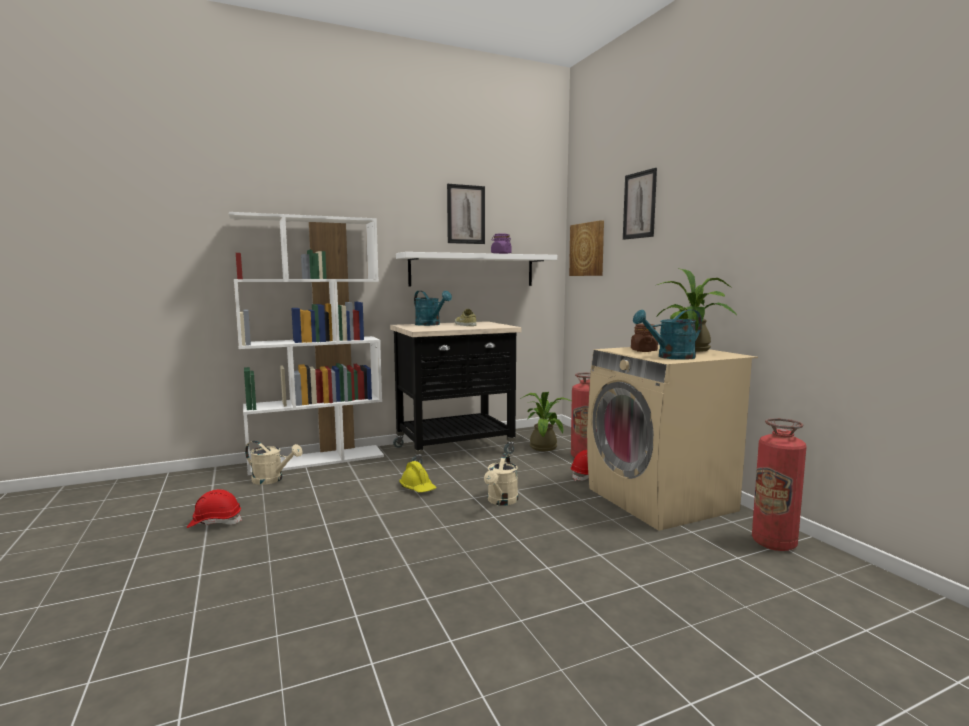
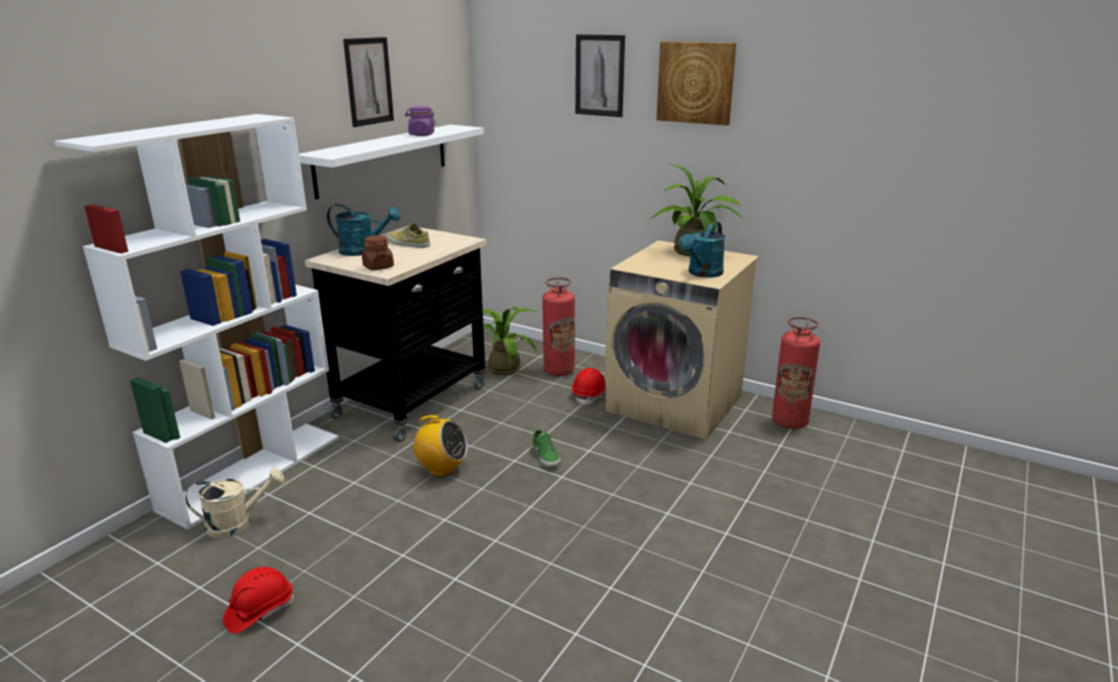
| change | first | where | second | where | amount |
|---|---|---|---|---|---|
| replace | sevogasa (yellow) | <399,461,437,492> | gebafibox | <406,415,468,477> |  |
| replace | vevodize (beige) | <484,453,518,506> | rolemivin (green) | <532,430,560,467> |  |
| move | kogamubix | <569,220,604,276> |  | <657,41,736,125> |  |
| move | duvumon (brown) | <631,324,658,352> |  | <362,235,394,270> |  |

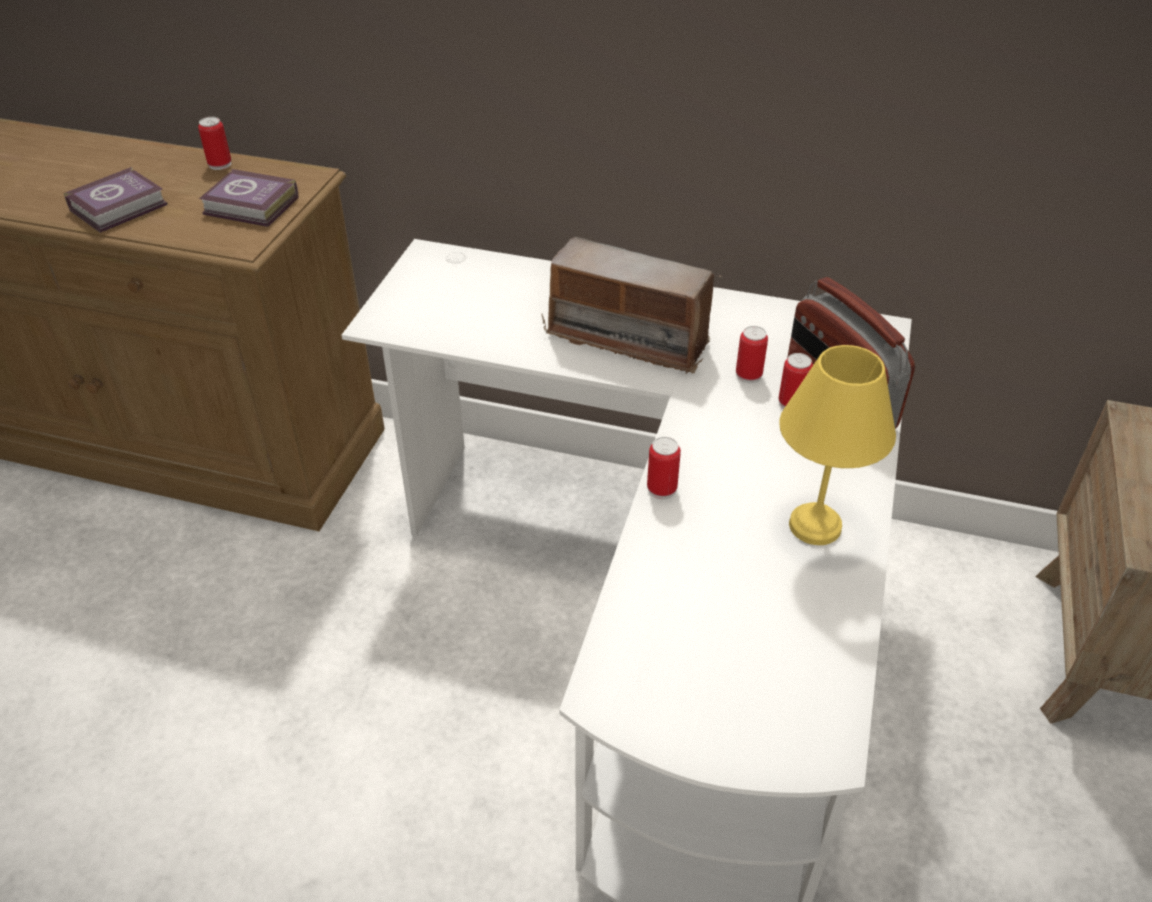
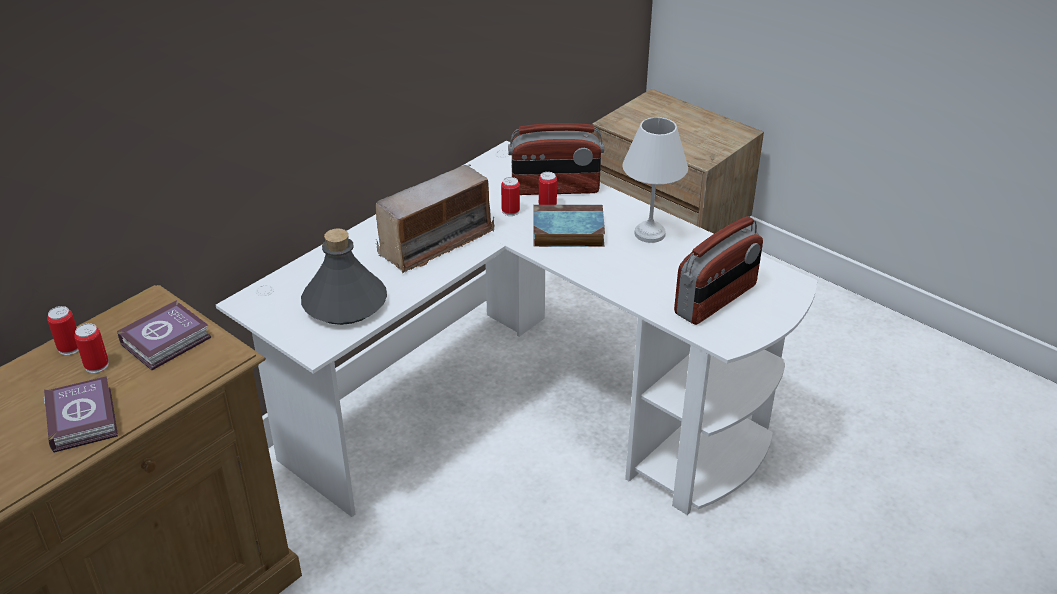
| change | first | where | second | where | amount |
|---|---|---|---|---|---|
| move | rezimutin | <647,437,681,499> |  | <74,323,109,373> |  |
| recolor | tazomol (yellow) | <779,345,896,545> | tazomol (white) | <623,117,688,243> |  |
| insert |  |  | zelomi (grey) | <301,228,387,325> |  |
| insert |  |  | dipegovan | <533,205,605,247> |  |
| insert |  |  | gebafibox | <674,216,763,325> |  |

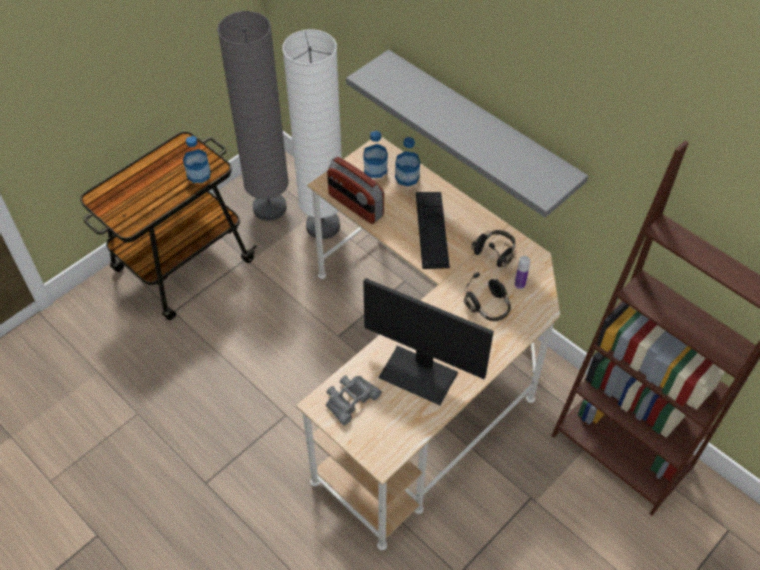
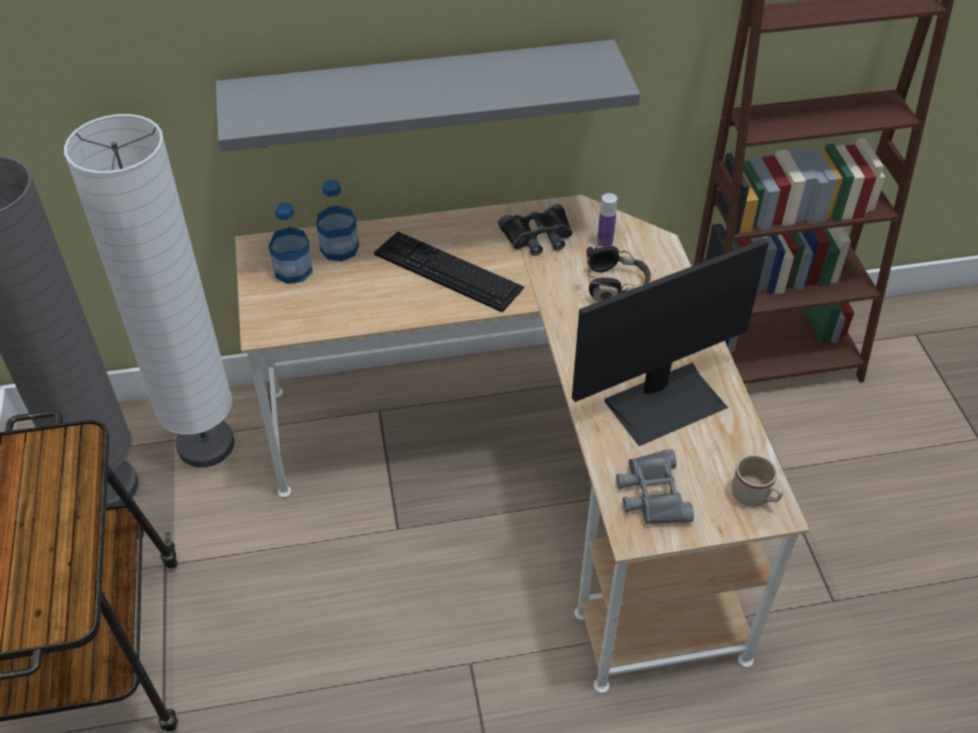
| change | first | where | second | where | amount |
|---|---|---|---|---|---|
| delete | zelomi | <183,136,211,183> |  |  |  |
| delete | gebafibox | <327,157,384,224> |  |  |  |
| replace | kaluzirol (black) | <471,230,515,268> | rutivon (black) | <498,204,573,256> |  |
| insert |  |  | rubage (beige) | <732,455,783,507> |  |

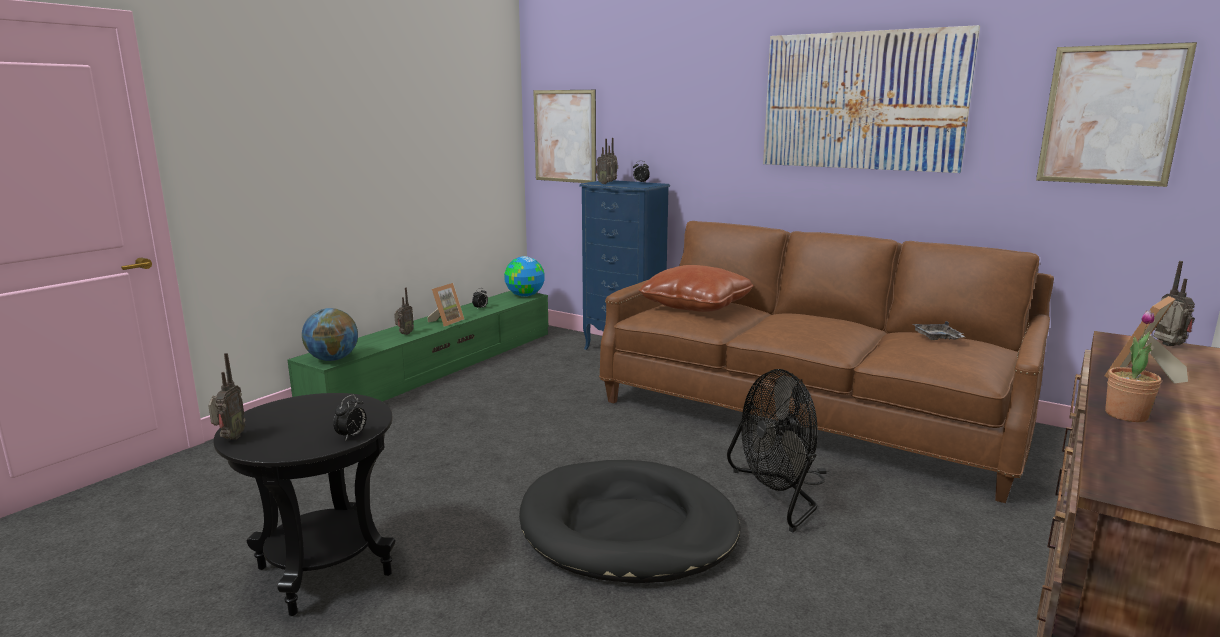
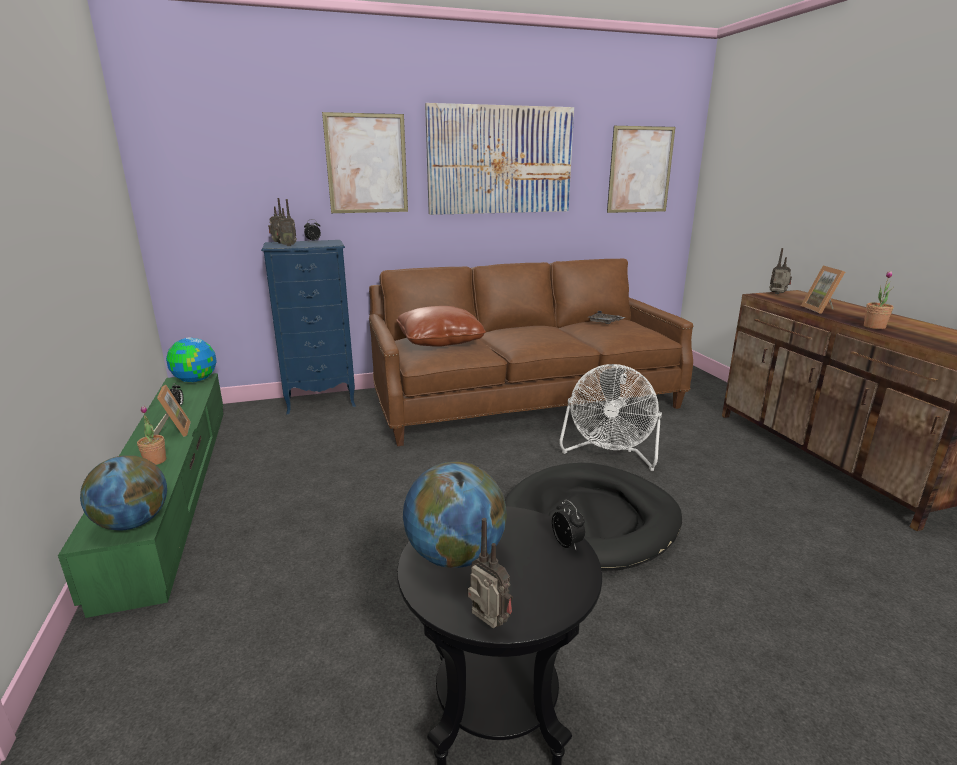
| change | first | where | second | where | amount |
|---|---|---|---|---|---|
| replace | gebafibox | <394,288,414,335> | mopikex | <137,406,166,465> |  |
| move | kogamubix | <533,90,596,183> |  | <322,112,408,213> |  |
| recolor | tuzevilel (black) | <727,369,828,532> | tuzevilel (white) | <559,364,662,471> |  |
| insert |  |  | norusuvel | <403,462,507,568> |  |

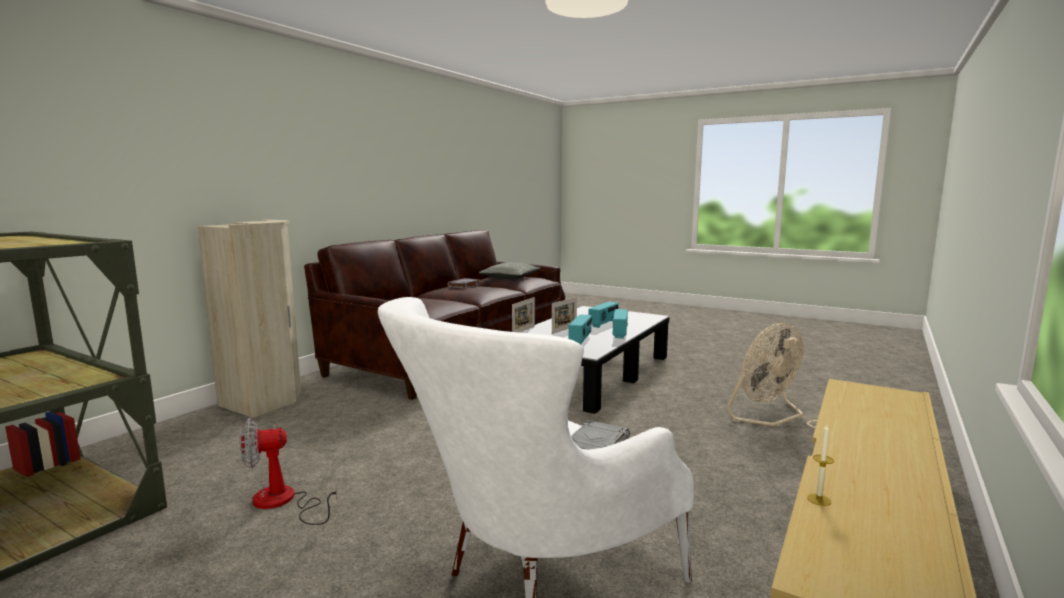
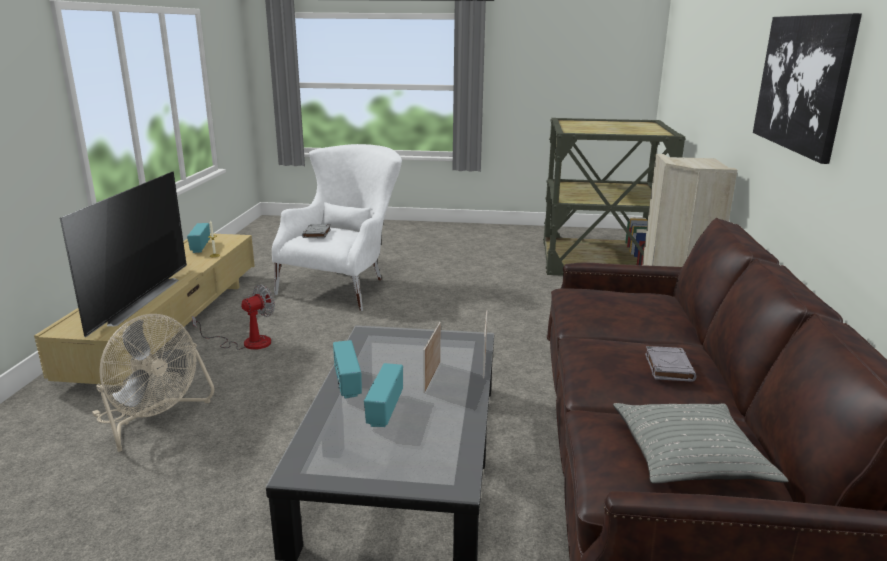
| change | first | where | second | where | amount |
|---|---|---|---|---|---|
| move | tuzevilel | <240,418,337,525> |  | <192,285,275,350> |  |
| move | gebafibox | <568,314,592,345> |  | <187,223,210,253> |  |
| insert |  |  | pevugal | <60,171,187,337> |  |
| insert |  |  | kogamubix | <753,13,862,164> |  |

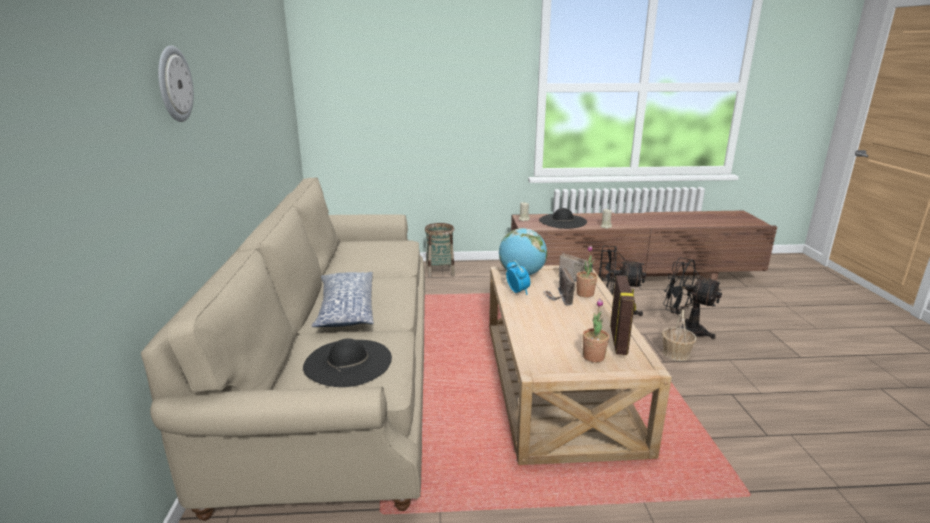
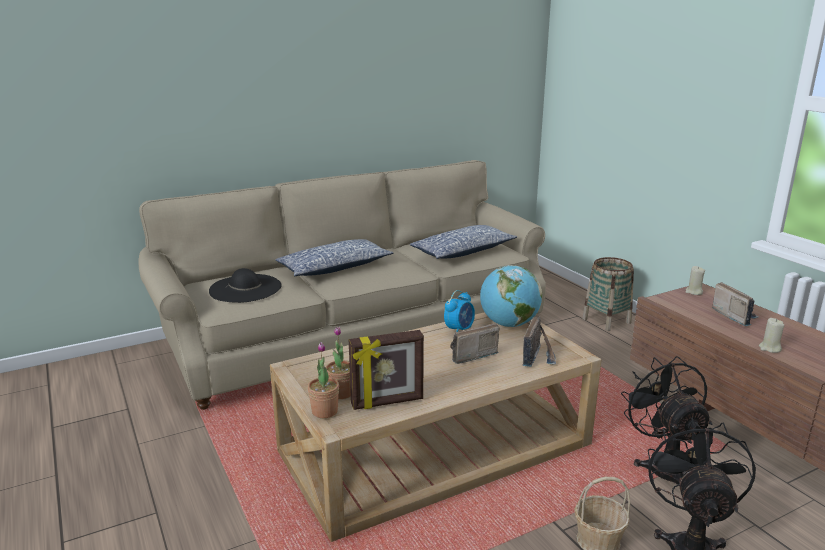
| change | first | where | second | where | amount |
|---|---|---|---|---|---|
| delete | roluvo | <158,46,194,122> |  |  |  |
| replace | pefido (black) | <539,208,587,229> | gebafibox | <712,282,759,326> |  |
| move | mopikex | <576,245,597,297> |  | <308,342,339,418> |  |
| insert |  |  | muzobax | <410,225,517,259> |  |

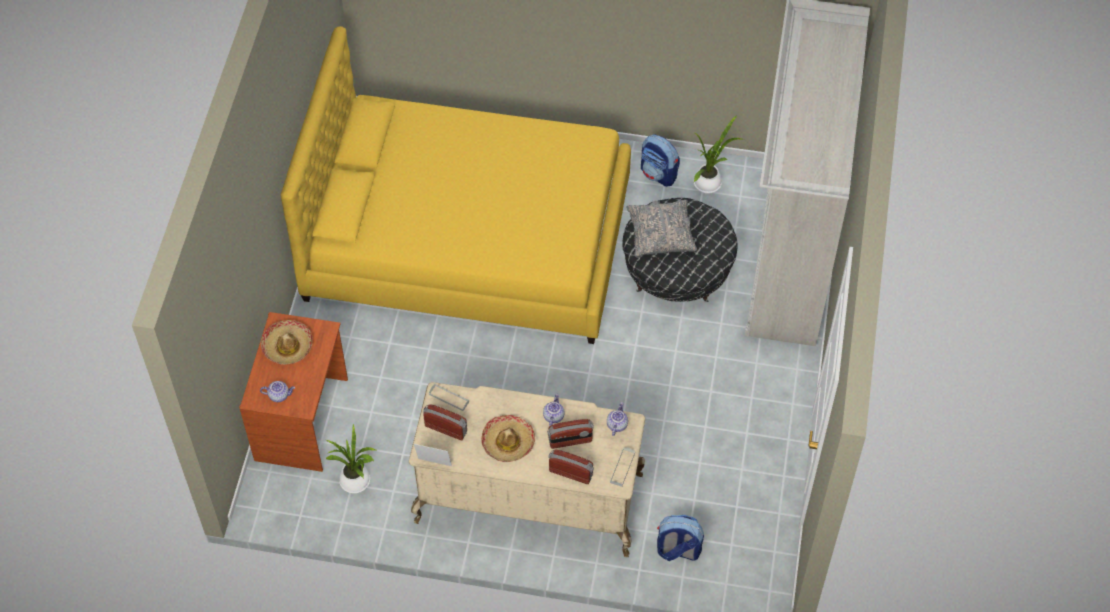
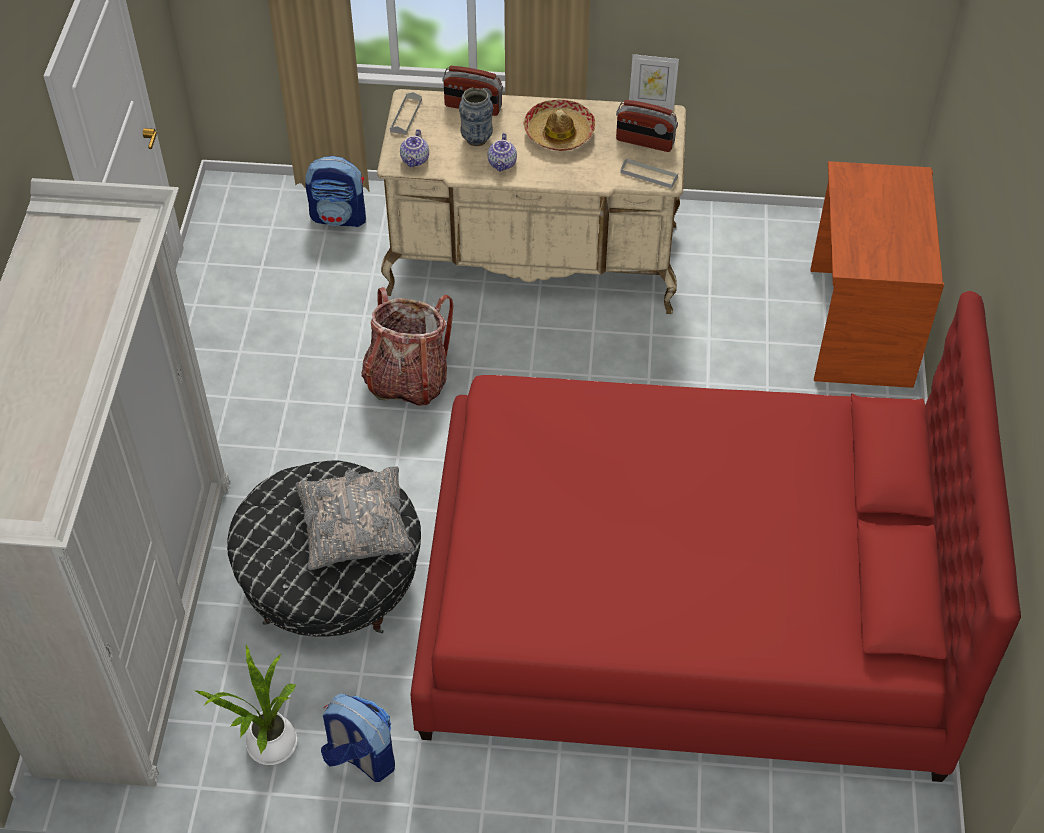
| change | first | where | second | where | amount |
|---|---|---|---|---|---|
| delete | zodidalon | <260,381,295,402> |  |  |  |
| delete | pefido | <261,320,313,365> |  |  |  |
| recolor | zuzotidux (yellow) | <280,26,631,344> | zuzotidux (red) | <410,291,1021,782> |  |
| delete | mopikex | <326,424,376,493> |  |  |  |
| replace | gebafibox | <547,419,594,449> | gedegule | <459,87,493,146> |  |
| insert |  |  | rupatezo | <361,287,453,406> |  |

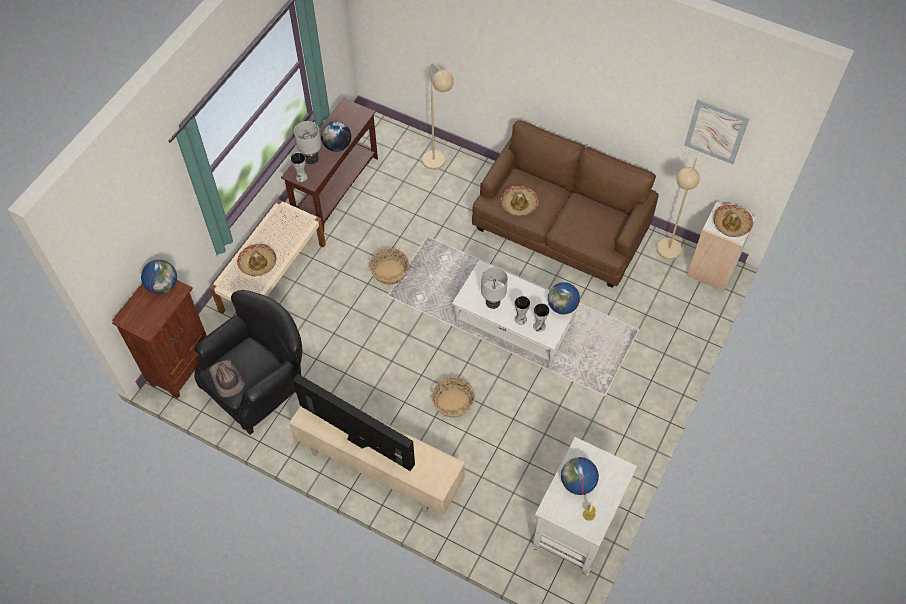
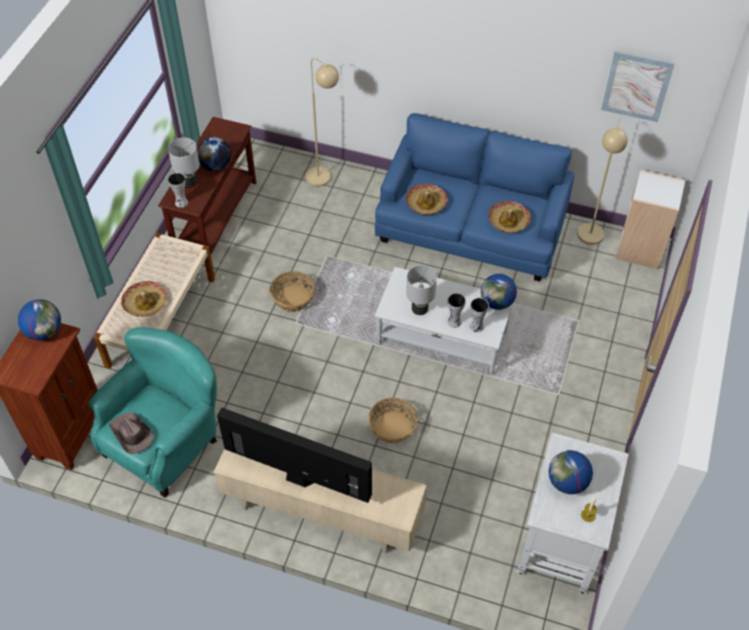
| change | first | where | second | where | amount |
|---|---|---|---|---|---|
| recolor | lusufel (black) | <194,290,302,435> | lusufel (turquoise) | <88,327,217,498> |  |
| recolor | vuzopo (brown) | <472,120,659,288> | vuzopo (blue) | <375,113,574,282> |  |
| move | pefido | <713,205,753,237> |  | <488,201,531,233> |  |

